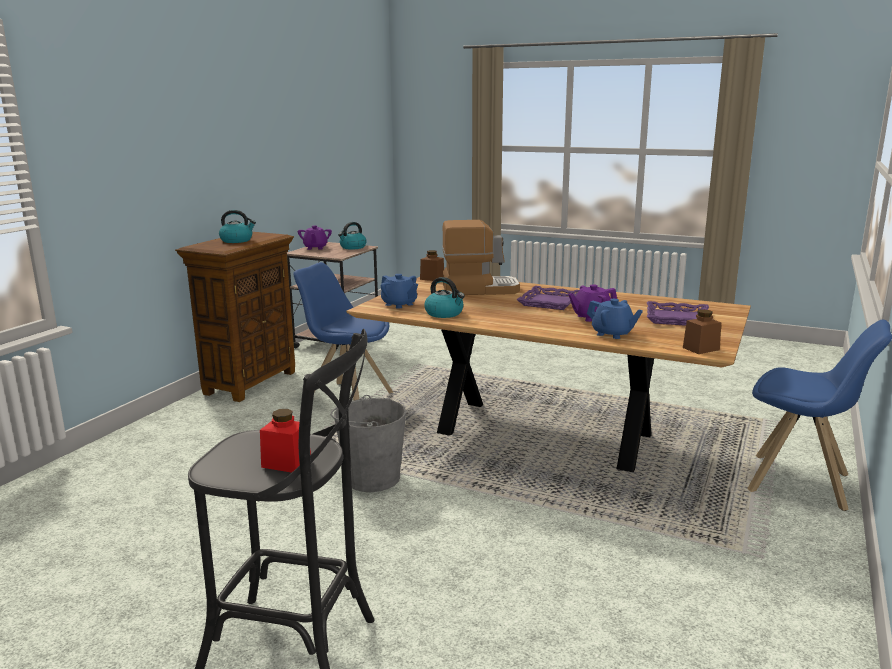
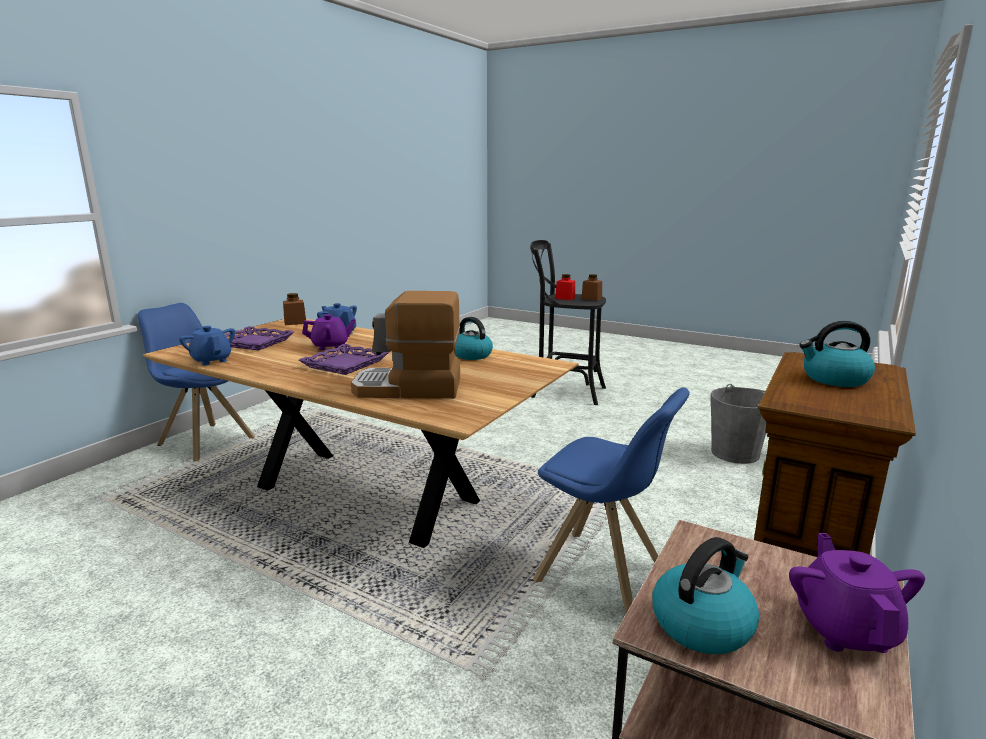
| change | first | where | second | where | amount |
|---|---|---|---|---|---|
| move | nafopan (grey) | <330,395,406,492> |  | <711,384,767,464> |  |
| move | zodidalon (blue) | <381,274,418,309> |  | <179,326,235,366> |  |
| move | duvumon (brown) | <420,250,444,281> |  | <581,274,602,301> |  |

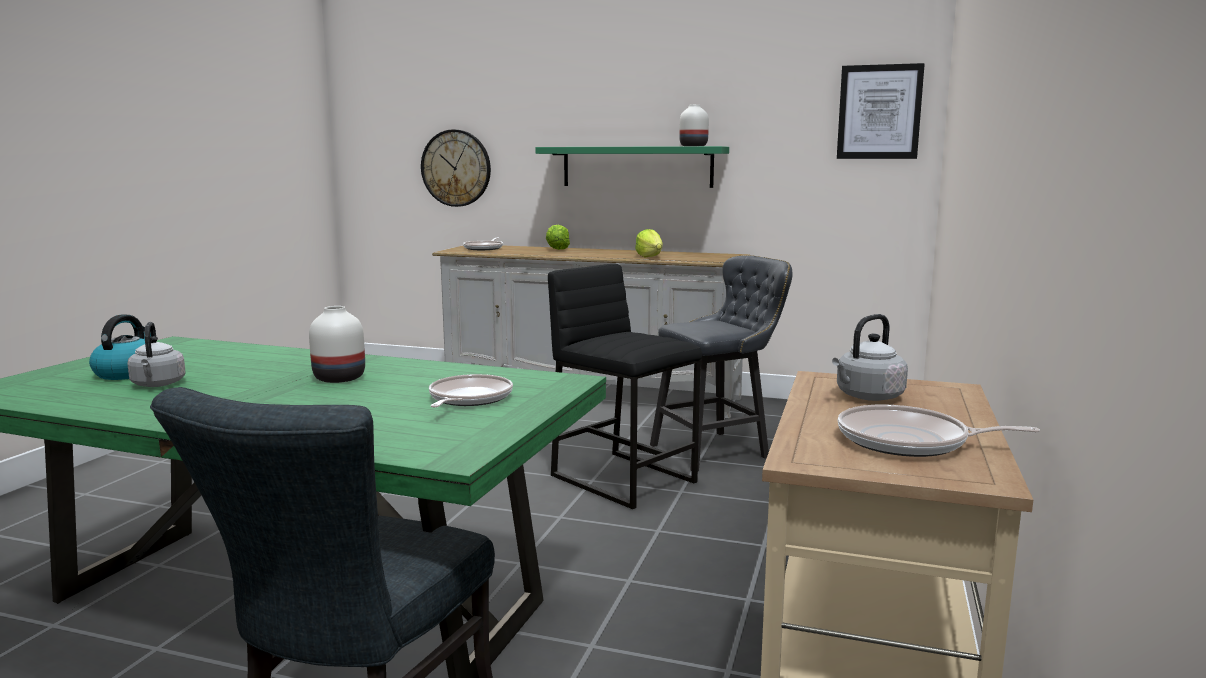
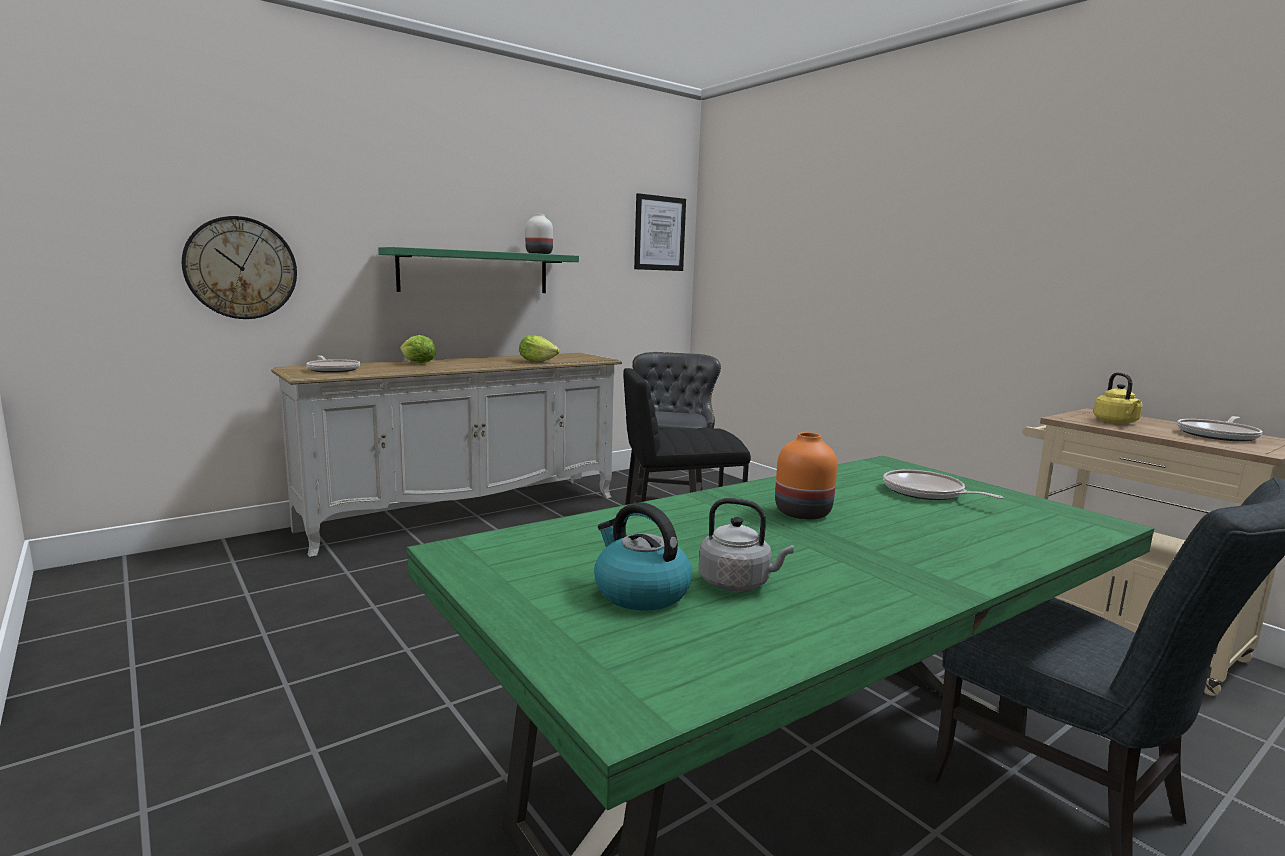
| change | first | where | second | where | amount |
|---|---|---|---|---|---|
| recolor | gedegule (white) | <309,306,365,383> | gedegule (orange) | <775,432,837,520> |  |
| recolor | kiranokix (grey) | <832,314,908,401> | kiranokix (yellow) | <1093,372,1143,424> |  |

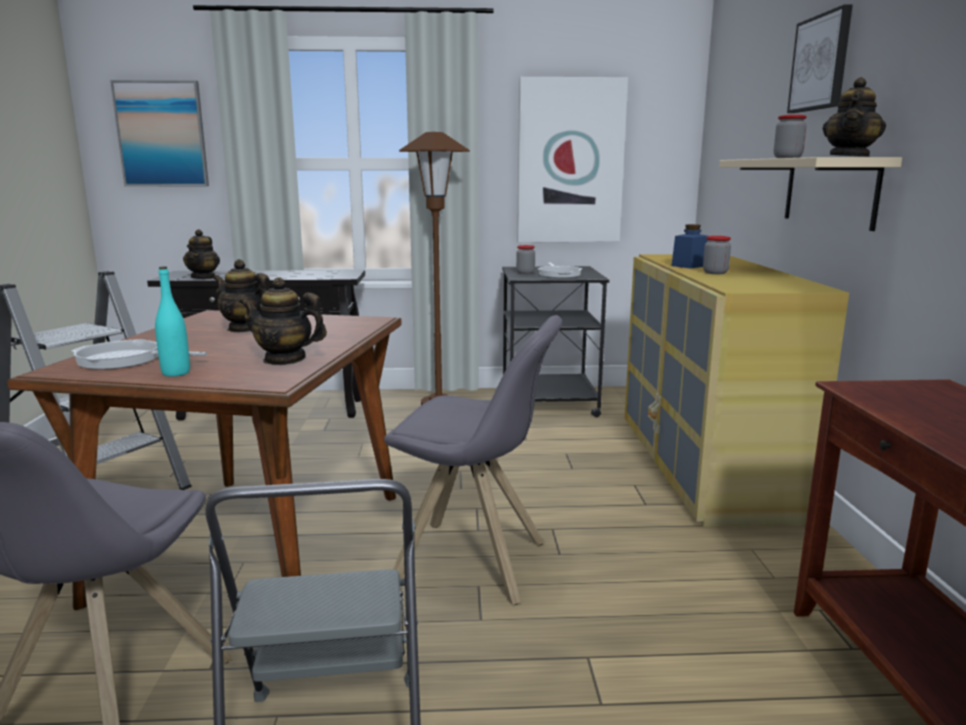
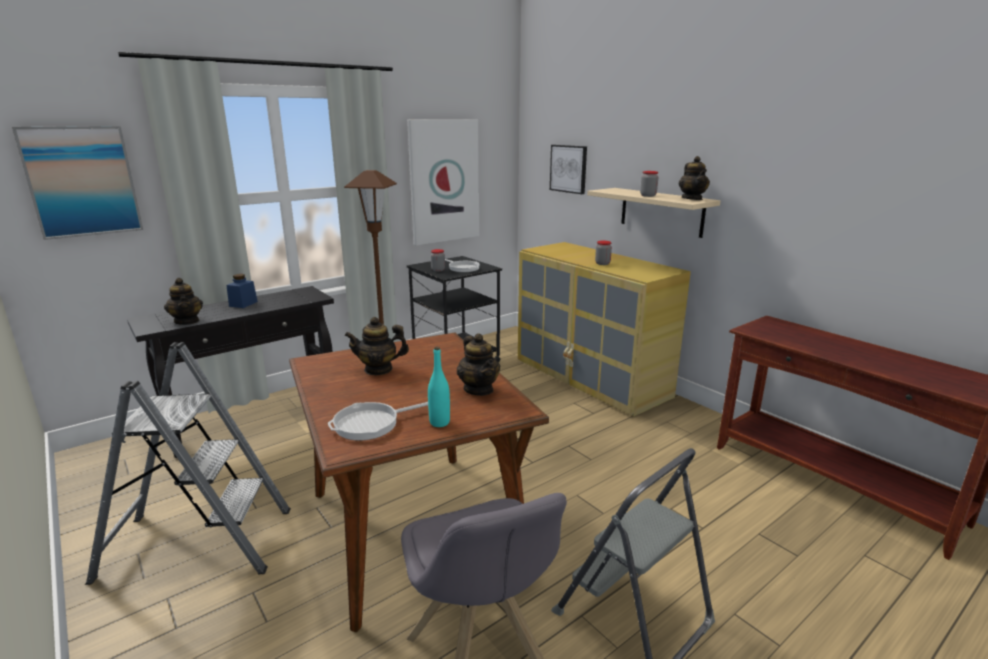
| change | first | where | second | where | amount |
|---|---|---|---|---|---|
| rotate | zodidalon | <239,277,327,365> |  | <457,333,500,396> | 90 degrees counterclockwise |
| delete | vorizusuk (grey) | <384,315,562,605> |  |  |  |
| move | duvumon (blue) | <672,224,708,269> |  | <227,274,258,308> |  |
| move | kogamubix | <787,4,853,113> |  | <550,145,587,194> |  |

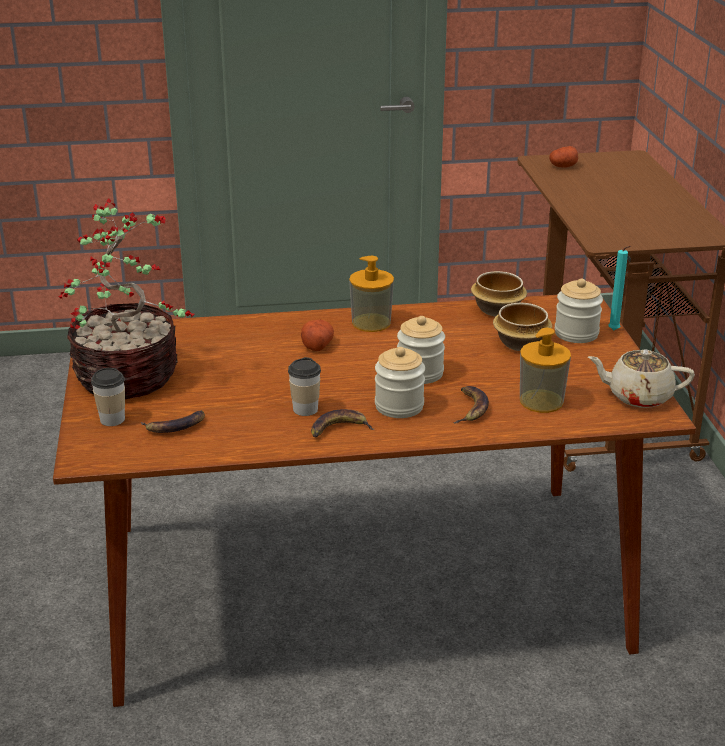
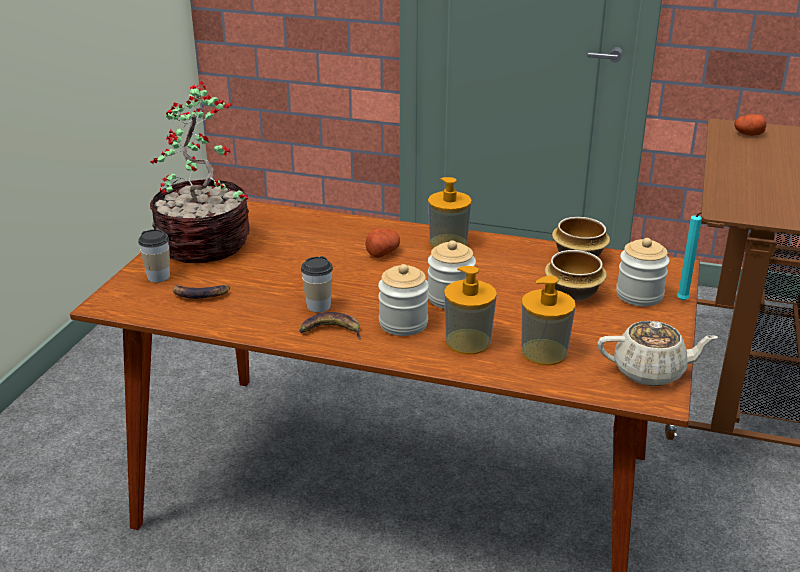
| change | first | where | second | where | amount |
|---|---|---|---|---|---|
| replace | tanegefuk | <453,386,489,424> | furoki | <444,266,497,355> |  |
| rotate | zodidalon (beige) | <588,350,695,408> |  | <597,321,718,386> | 150 degrees clockwise |

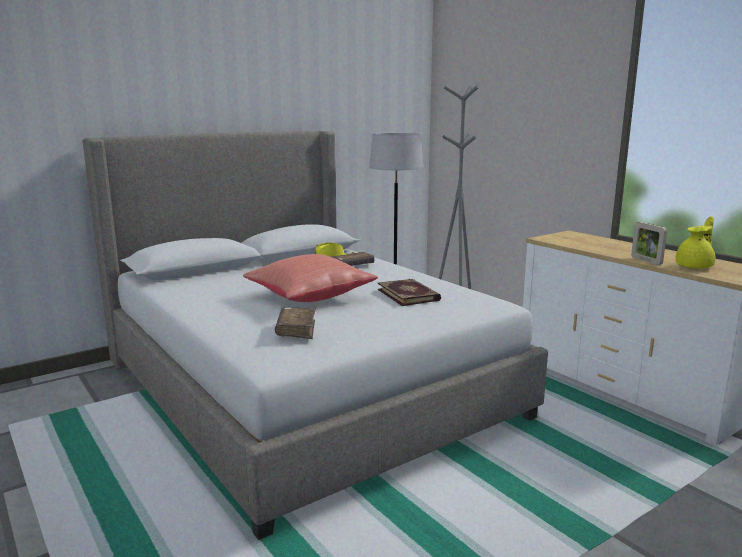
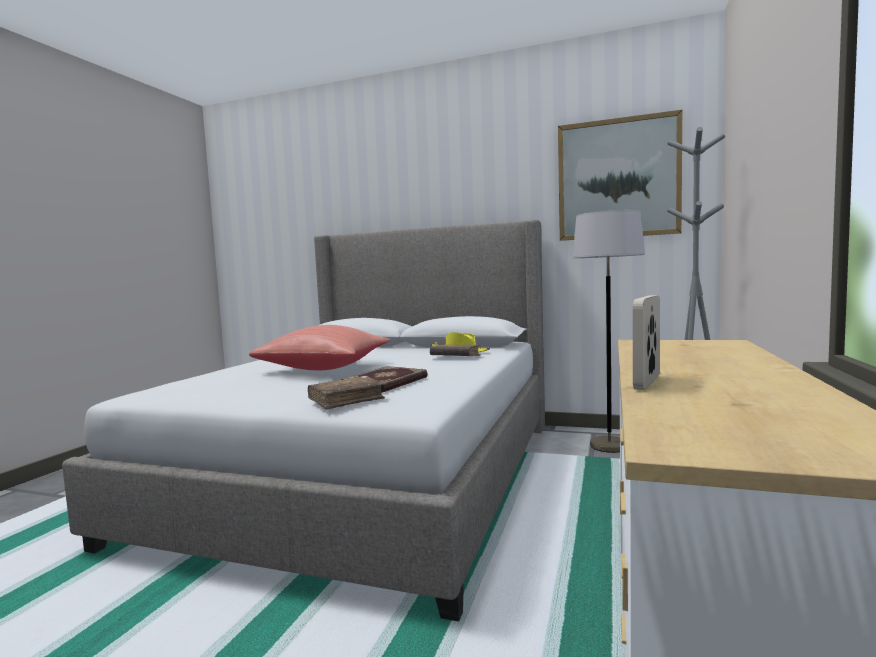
| change | first | where | second | where | amount |
|---|---|---|---|---|---|
| move | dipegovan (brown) | <275,307,315,339> |  | <308,376,385,410> |  |
| delete | zodidalon (yellow) | <675,216,716,268> |  |  |  |
| insert |  |  | kogamubix | <558,110,682,241> |  |

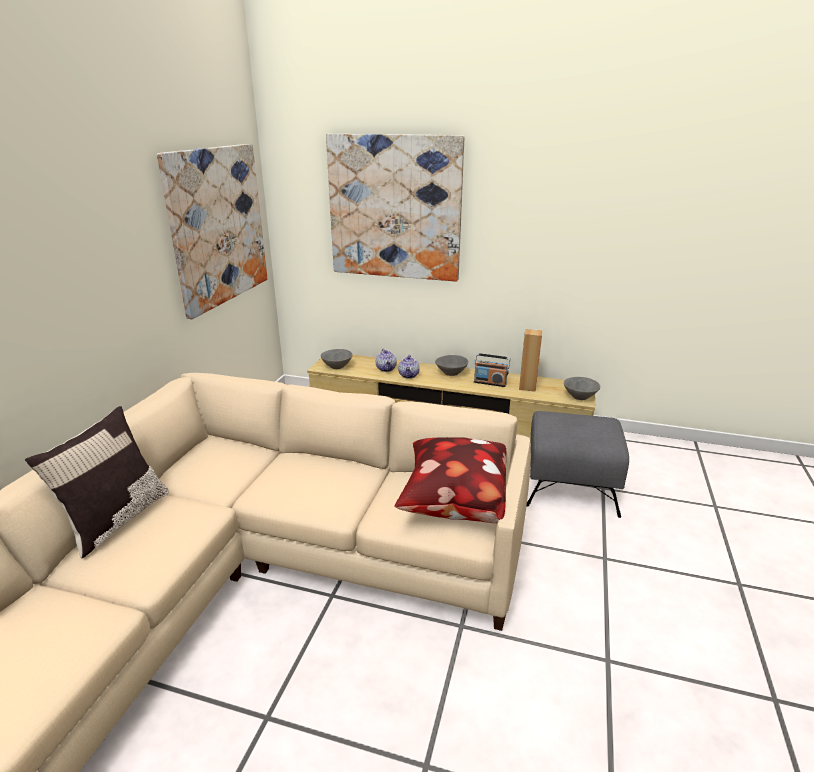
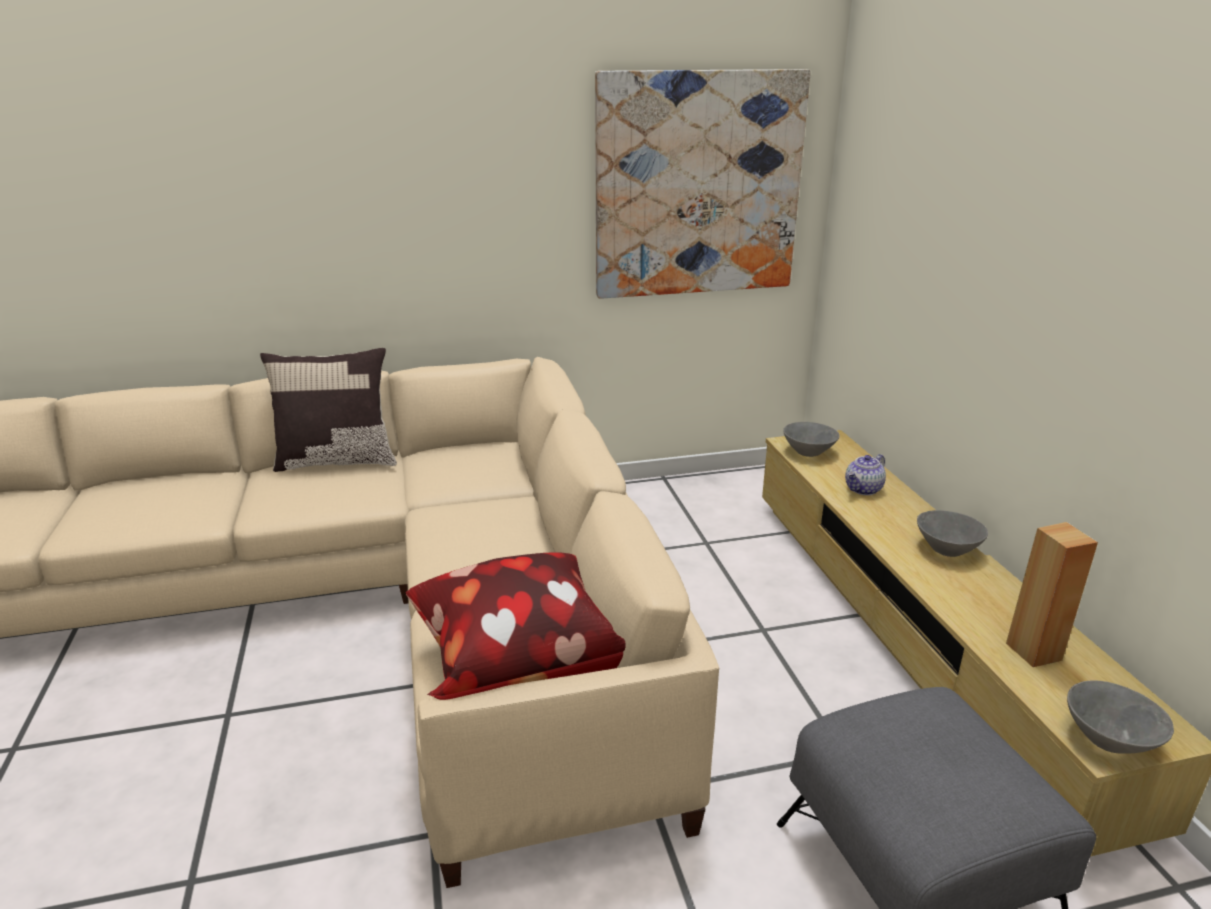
| change | first | where | second | where | amount |
|---|---|---|---|---|---|
| delete | kogamubix | <326,134,464,282> |  |  |  |
| delete | zodidalon | <398,355,420,379> |  |  |  |
| delete | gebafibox | <474,353,510,387> |  |  |  |

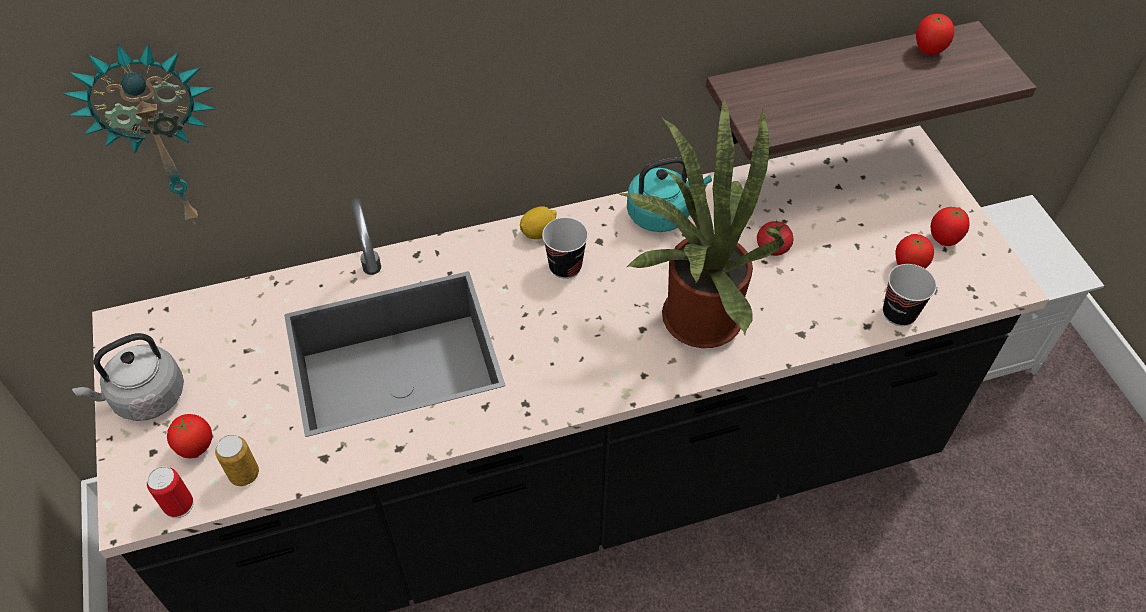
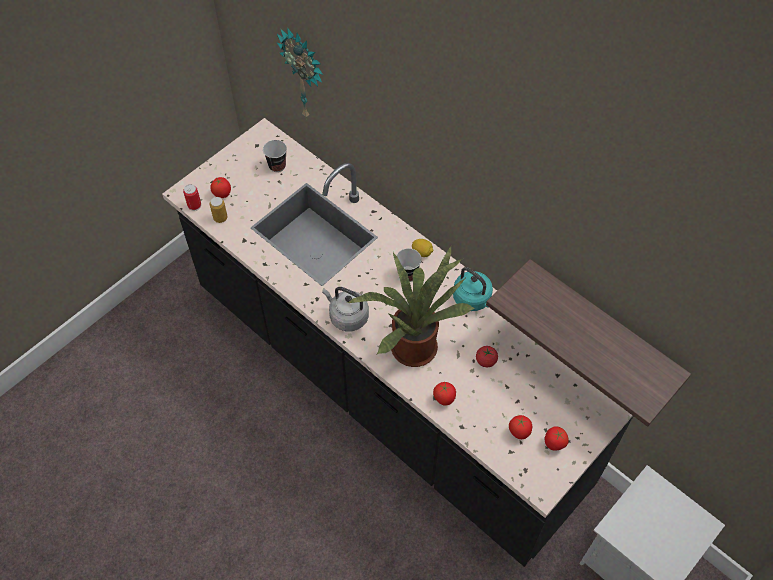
| change | first | where | second | where | amount |
|---|---|---|---|---|---|
| move | kiranokix (grey) | <72,333,184,421> |  | <322,287,369,331> |  |
| move | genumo | <883,264,937,326> |  | <263,140,287,172> |  |
| move | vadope | <916,14,955,55> |  | <433,382,456,406> |  |

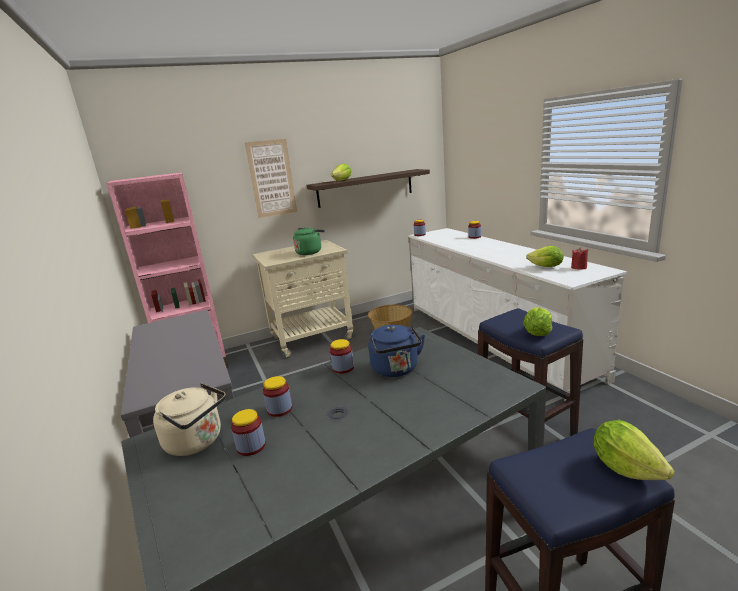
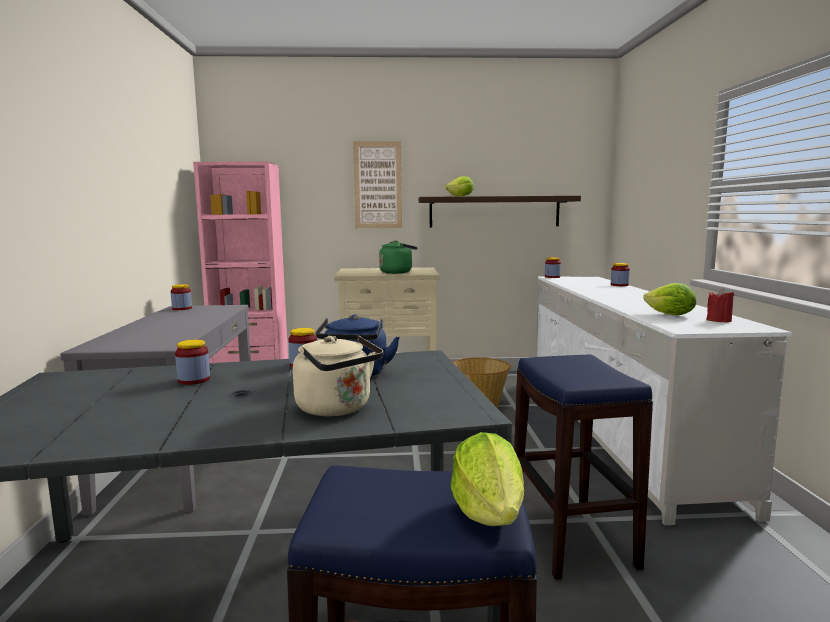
| change | first | where | second | where | amount |
|---|---|---|---|---|---|
| move | kiranokix (beige) | <153,383,226,456> |  | <293,336,383,416> |  |
| move | duvumon | <231,409,266,456> |  | <171,284,192,310> |  |
| delete | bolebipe | <523,307,552,336> |  |  |  |

